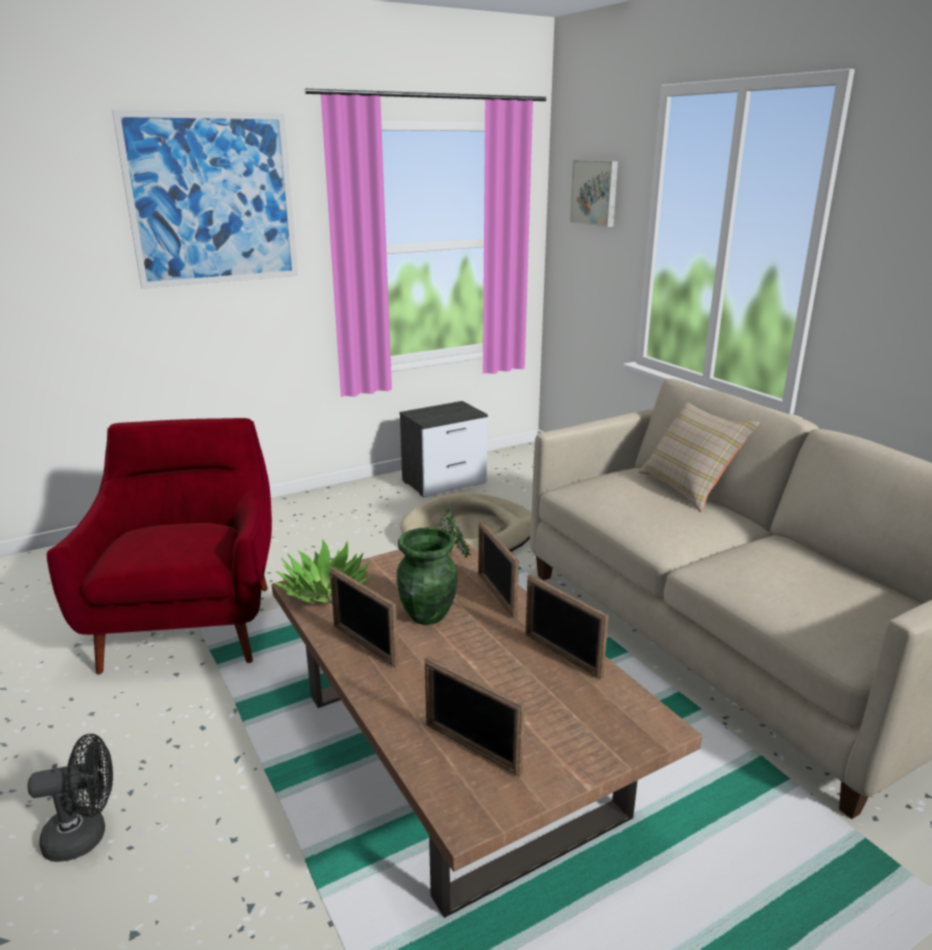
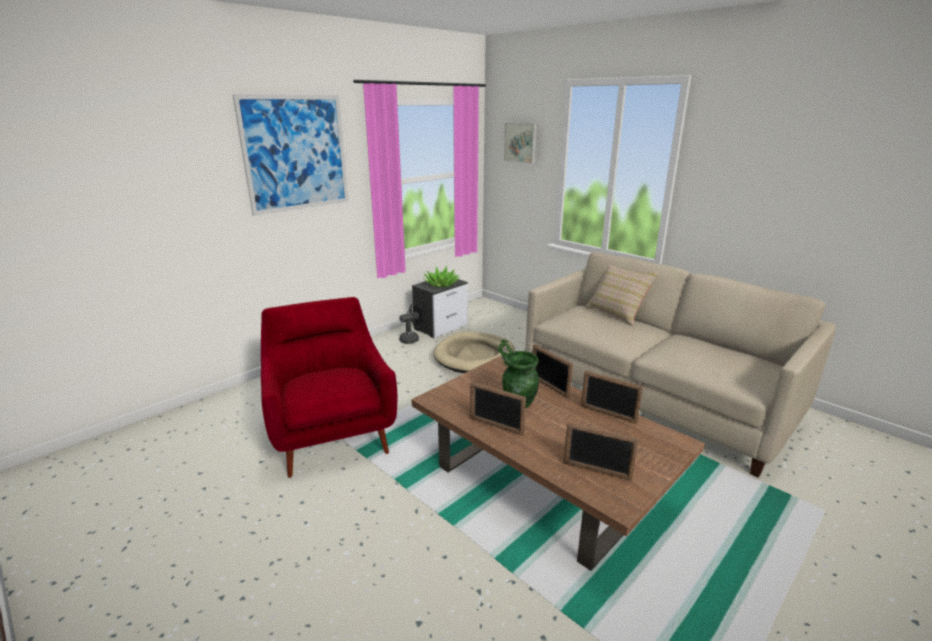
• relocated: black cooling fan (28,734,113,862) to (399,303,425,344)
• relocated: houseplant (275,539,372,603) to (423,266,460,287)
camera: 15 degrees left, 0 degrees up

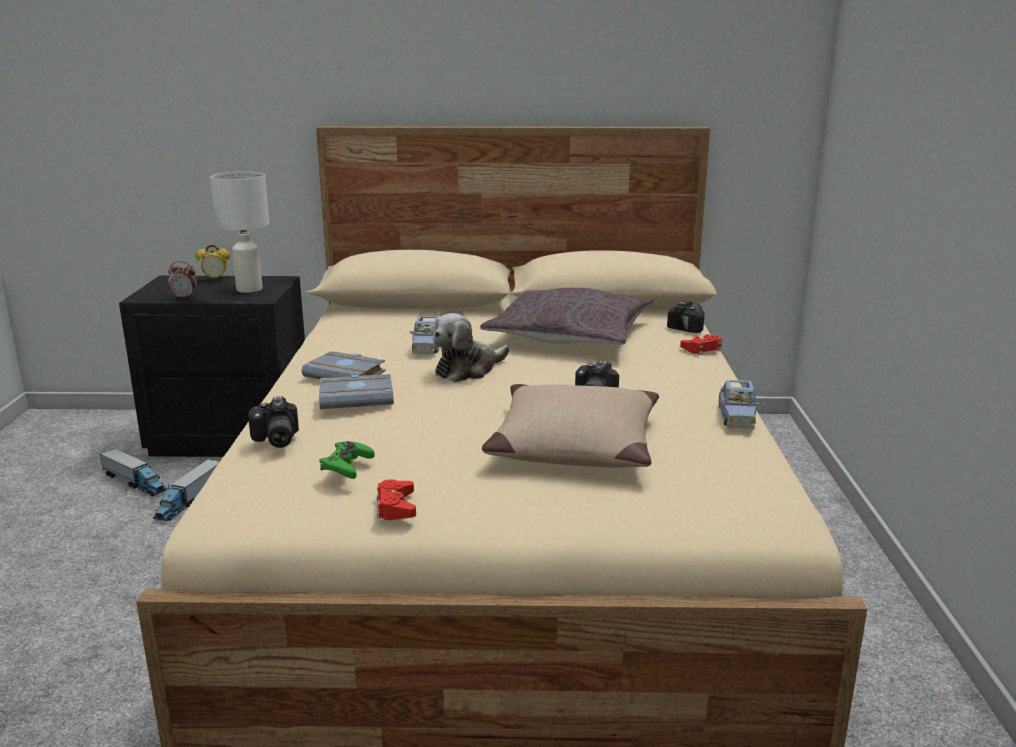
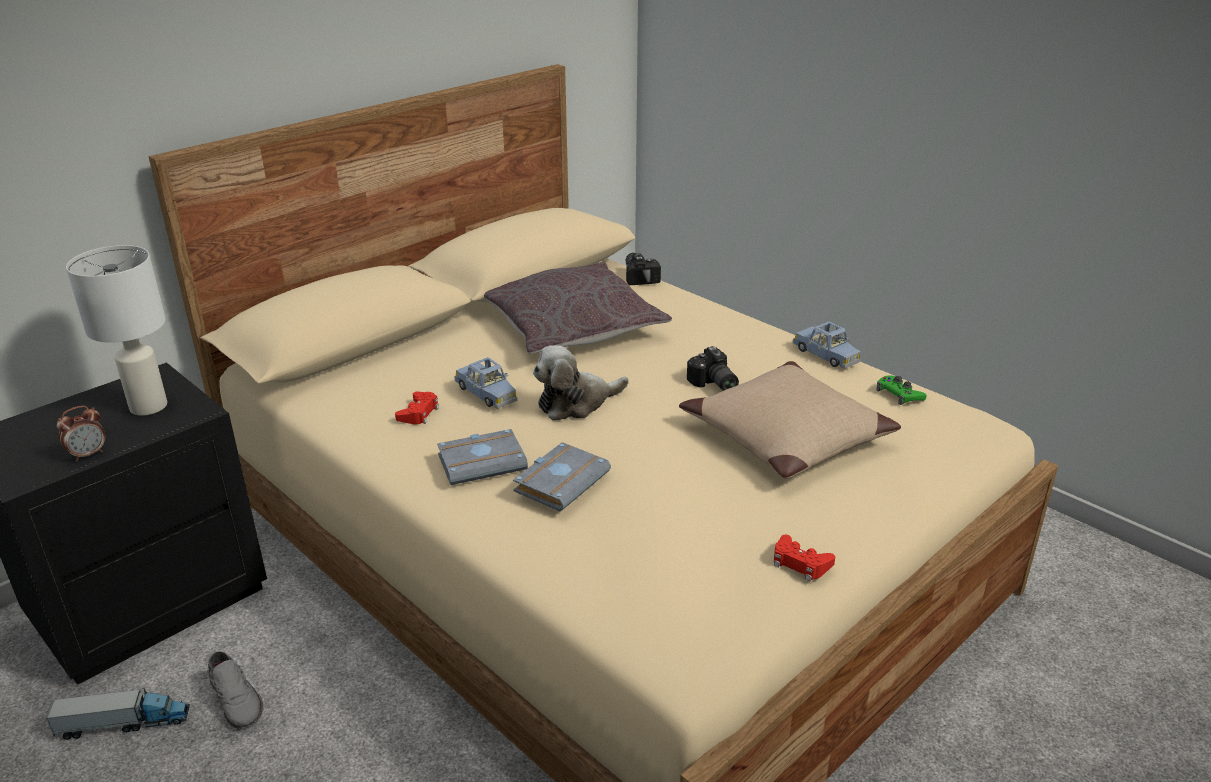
• exchanged: model truck (153,459,220,521) to grey low shoe (208,651,263,729)
• relocated: reddish joypad (680,334,722,355) to (395,392,439,425)
• spun: plush toy (433,313,509,382) = (533,345,629,421) 60 degrees clockwise
• relocated: green joypad (319,441,375,479) to (876,376,926,405)
• missing: alarm clock (195,245,230,280)
• missing: photo camera (248,396,299,448)
camera: 45 degrees left, 10 degrees up

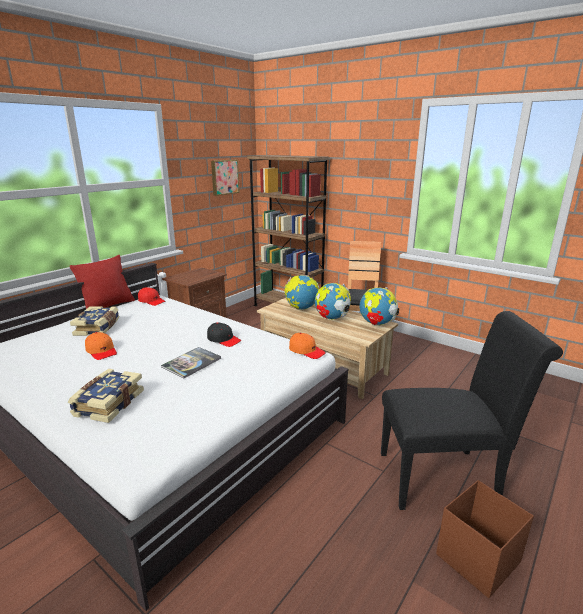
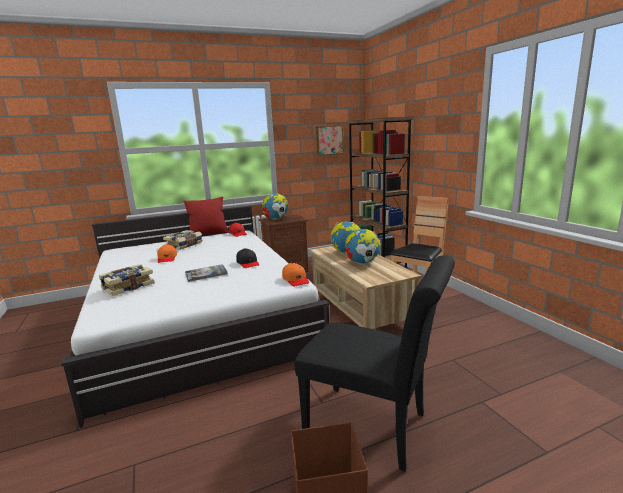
• relocated: world globe (360,287,399,326) to (262,193,288,220)
camera: 30 degrees right, 5 degrees down

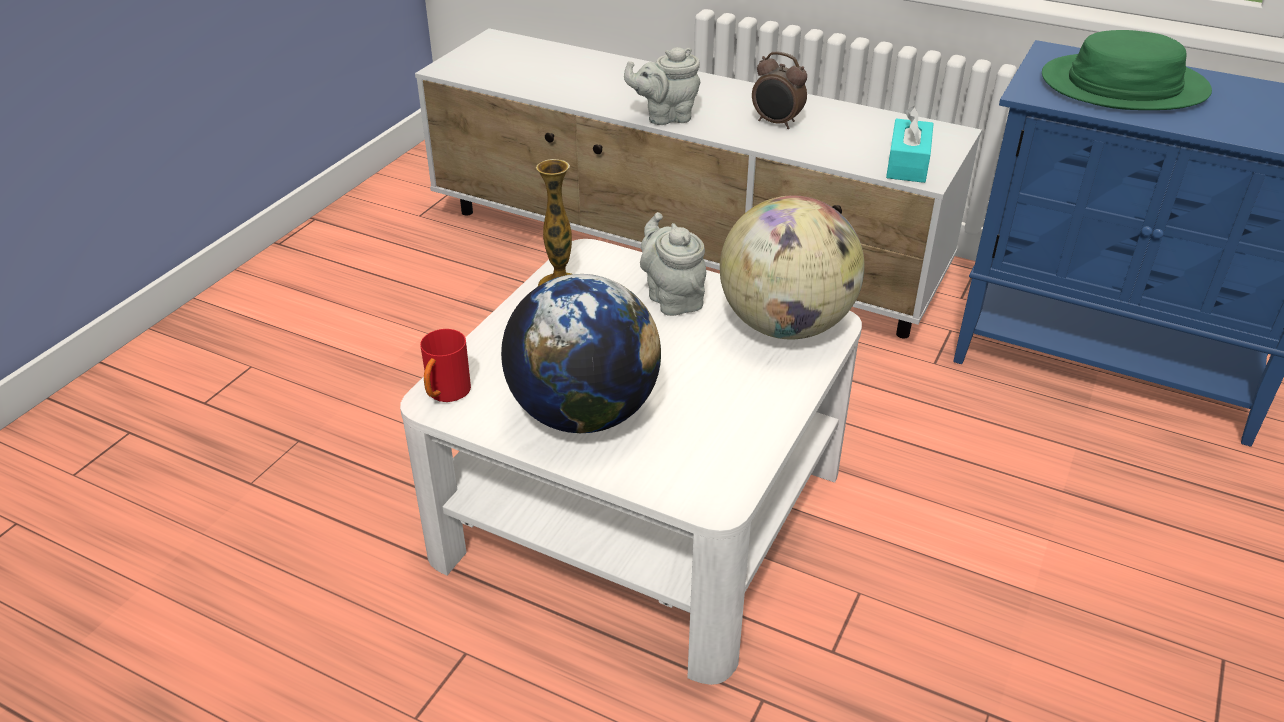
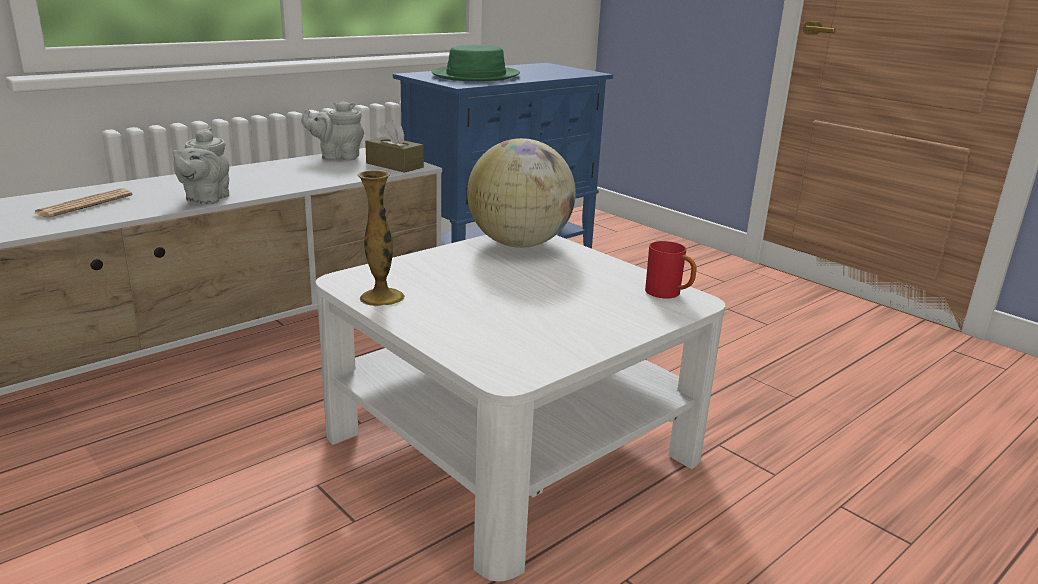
• appeared: newspaper (34,188,133,218)
• relocated: grey pot for tea (640,212,706,316) to (301,101,364,161)
• colour: turquoise tissue box (886,106,934,183) to brownish tissue box (365,120,424,173)
• relocated: reddish coffee mug (420,329,471,402) to (645,241,697,298)
• missing: world globe (501,274,661,433)
• missing: alarm clock (752,52,807,129)
camera: 70 degrees left, 15 degrees down

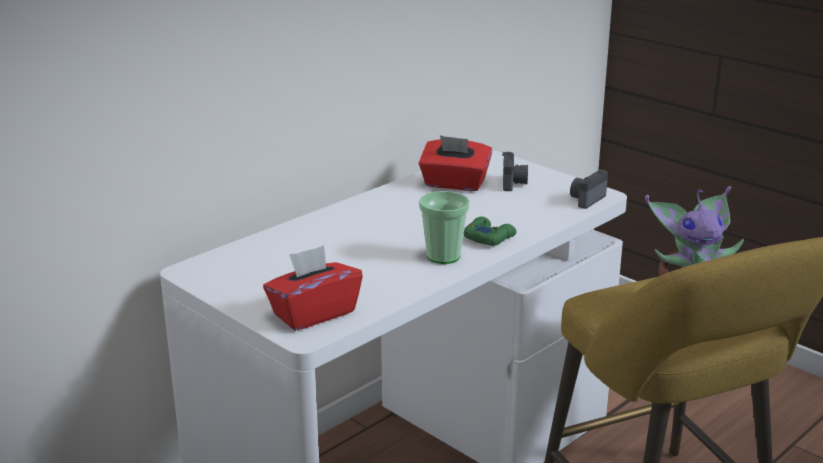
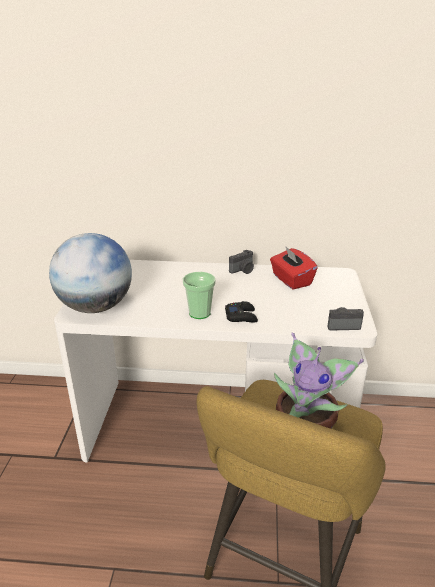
• exchanged: reddish tissue box (263,245,363,331) to world globe (49,233,132,313)
• colour: green joypad (464,217,516,246) to black joypad (225,301,258,322)
• relocated: photo camera (502,152,528,191) to (229,250,254,274)
camera: 50 degrees right, 5 degrees up

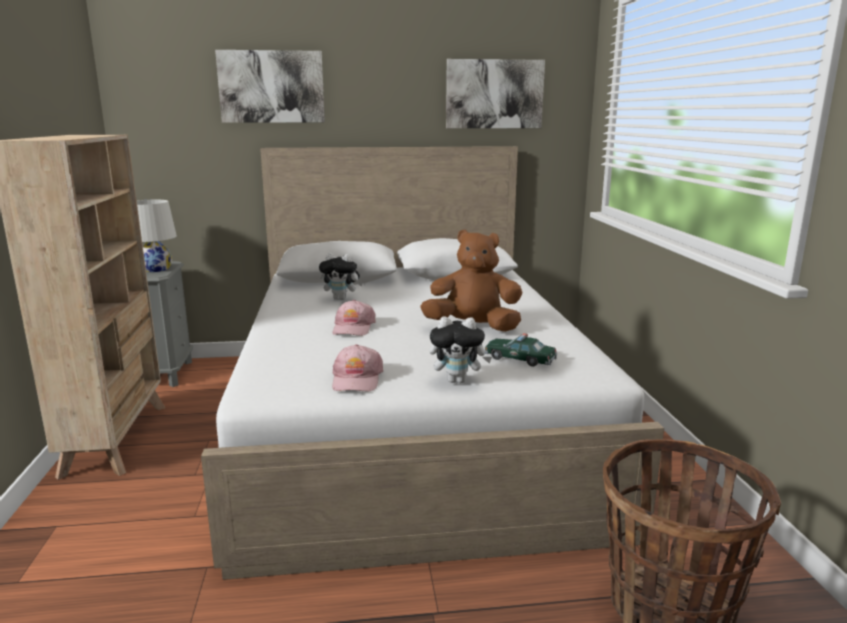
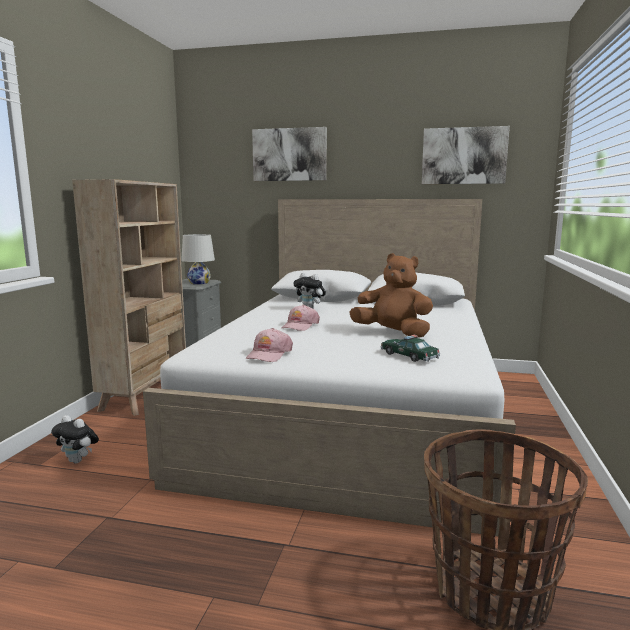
• relocated: plush toy (429,316,492,383) to (51,415,99,463)
camera: 20 degrees right, 5 degrees down

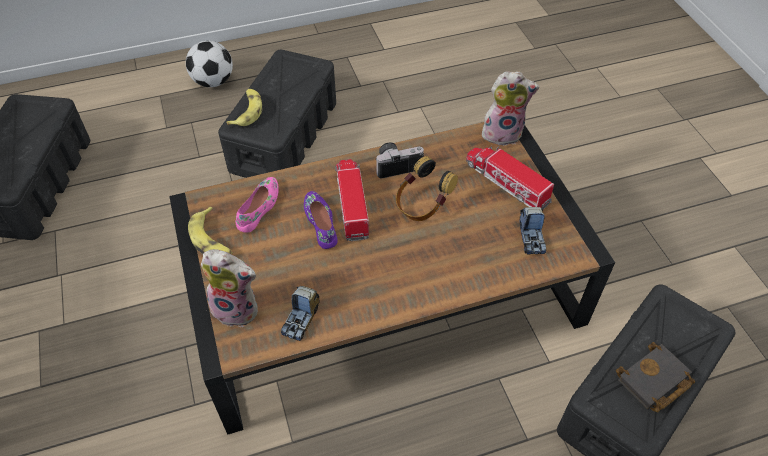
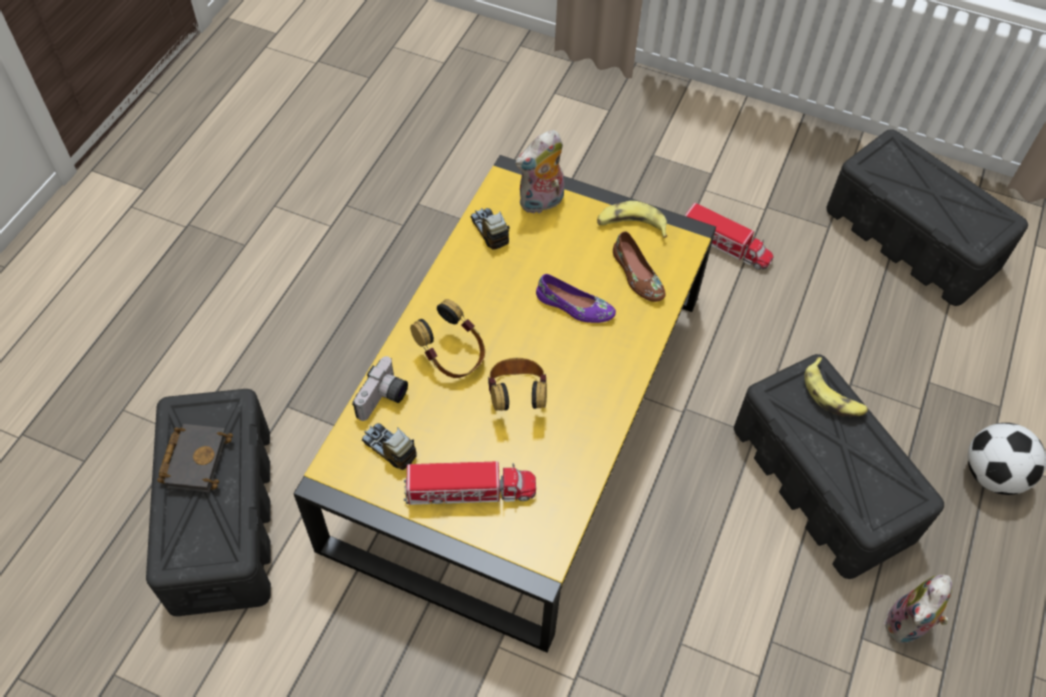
• colour: brownish coffee table (169,122,615,435) to yellow-coloured coffee table (293,155,716,653)
• relocated: photo camera (375,142,424,179) to (352,356,408,421)
• appeared: headphones (410,299,485,378)
• colour: pink-coloured low shoe (235,177,279,233) to brownish low shoe (613,231,665,302)
• relocated: model truck (335,159,369,241) to (685,203,774,270)
• relocated: plush toy (482,71,539,146) to (884,575,952,644)
camera: 130 degrees right, 5 degrees up

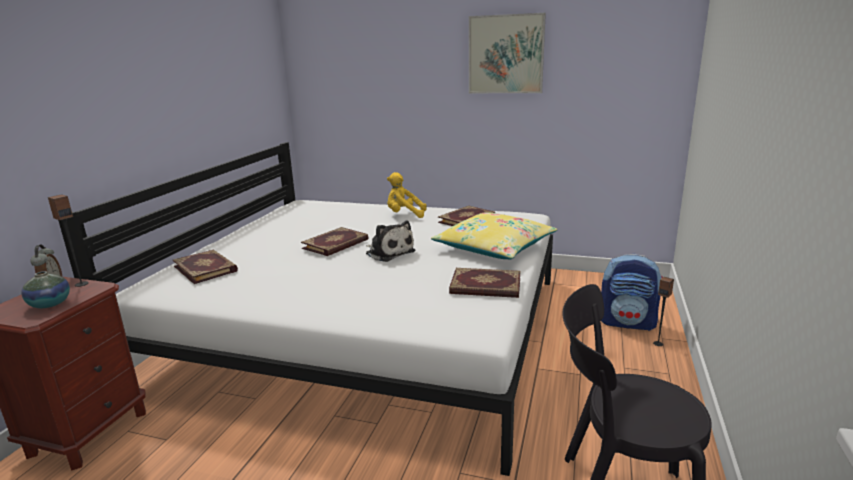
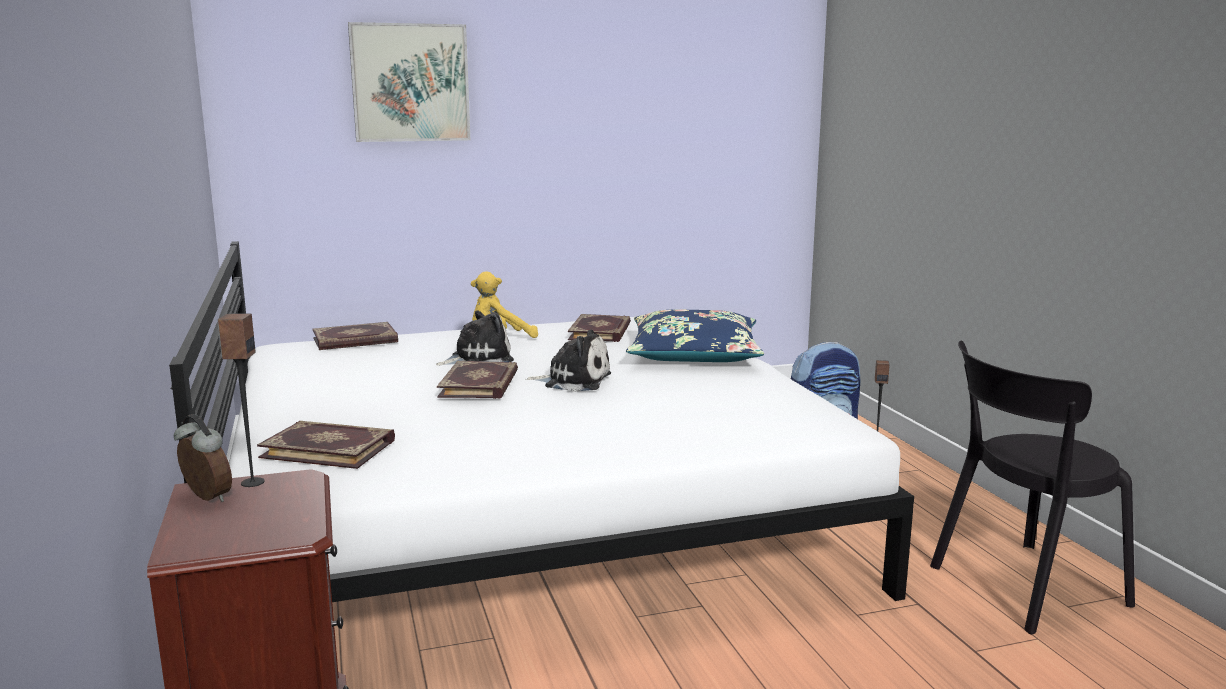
• relocated: bound book (449,268,521,298) to (313,322,398,350)
• relocated: picture (469,13,546,93) to (348,22,471,142)
• appeared: plush toy (435,311,514,366)
• colour: yellow-coloured cushion (431,212,557,259) to blue-coloured cushion (626,309,764,362)
• missing: flower vase (21,271,70,308)
camera: 35 degrees left, 5 degrees down

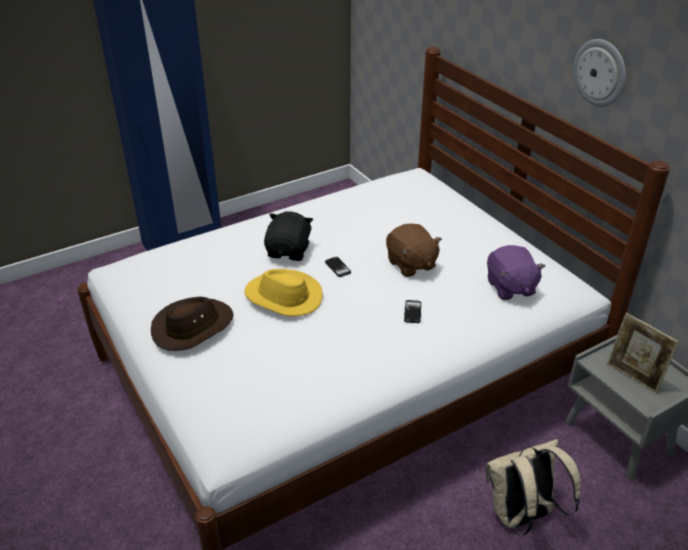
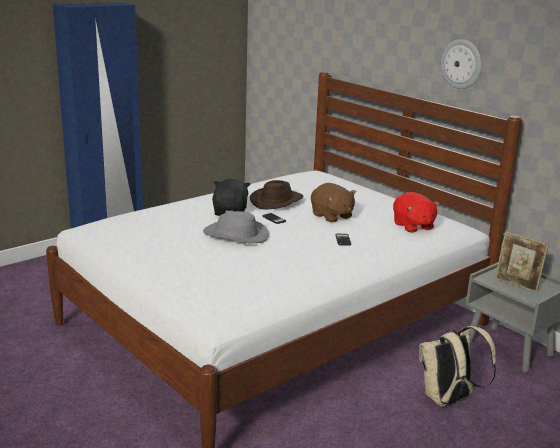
• colour: yellow-coloured clothing hat (244,269,322,316) to grey clothing hat (203,211,269,243)
• relocated: brownish clothing hat (151,297,234,351) to (250,180,303,209)
• colour: purple-coloured plush toy (487,245,545,300) to reddish plush toy (393,192,440,233)
camera: 10 degrees left, 15 degrees down

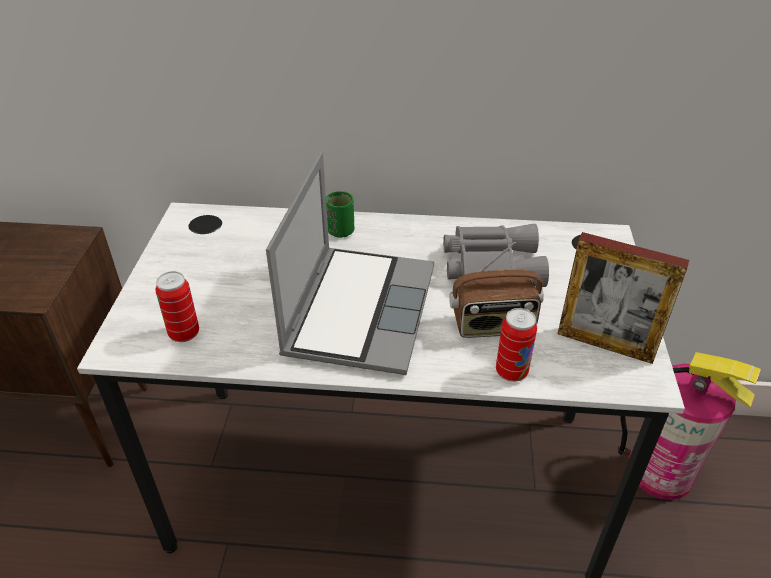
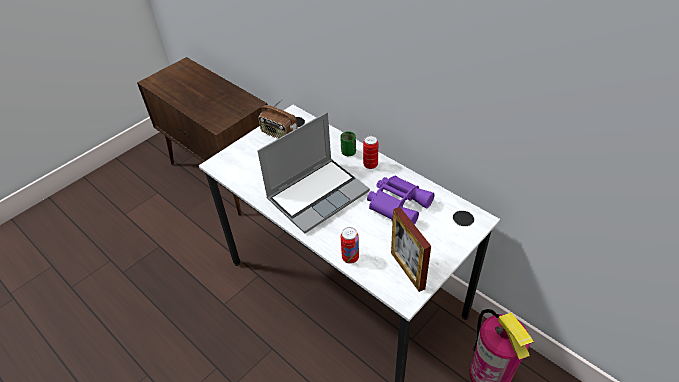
• relocated: radio set (449,242,544,338) to (258,98,298,139)
• relocated: metal can (155,271,199,342) to (363,136,378,169)
• colour: grey binoculars (443,224,549,287) to purple-coloured binoculars (367,175,435,225)
camera: 40 degrees right, 5 degrees up

